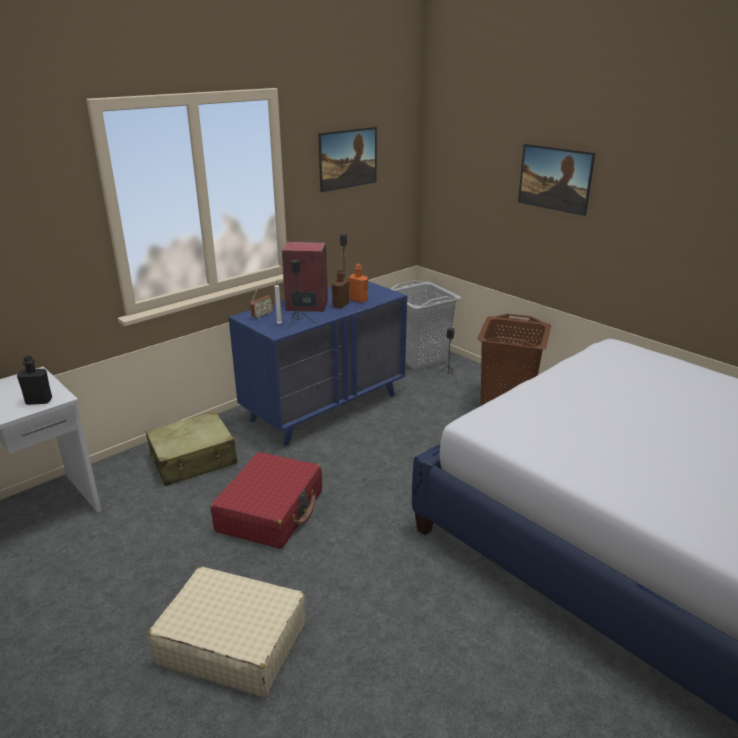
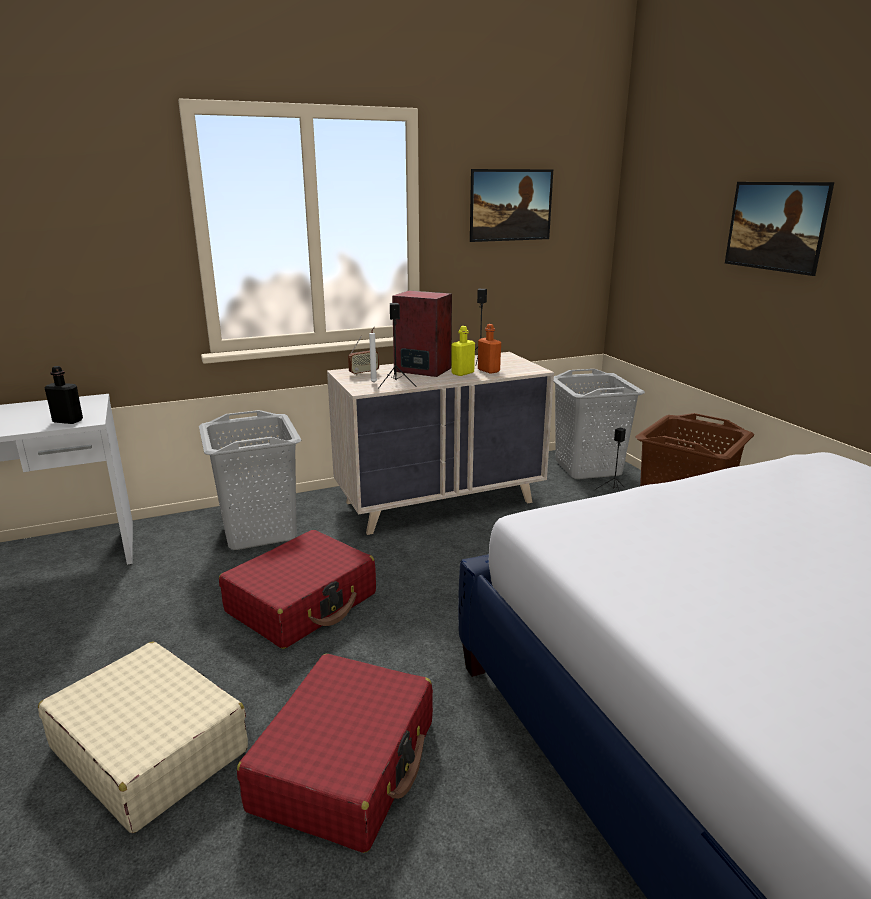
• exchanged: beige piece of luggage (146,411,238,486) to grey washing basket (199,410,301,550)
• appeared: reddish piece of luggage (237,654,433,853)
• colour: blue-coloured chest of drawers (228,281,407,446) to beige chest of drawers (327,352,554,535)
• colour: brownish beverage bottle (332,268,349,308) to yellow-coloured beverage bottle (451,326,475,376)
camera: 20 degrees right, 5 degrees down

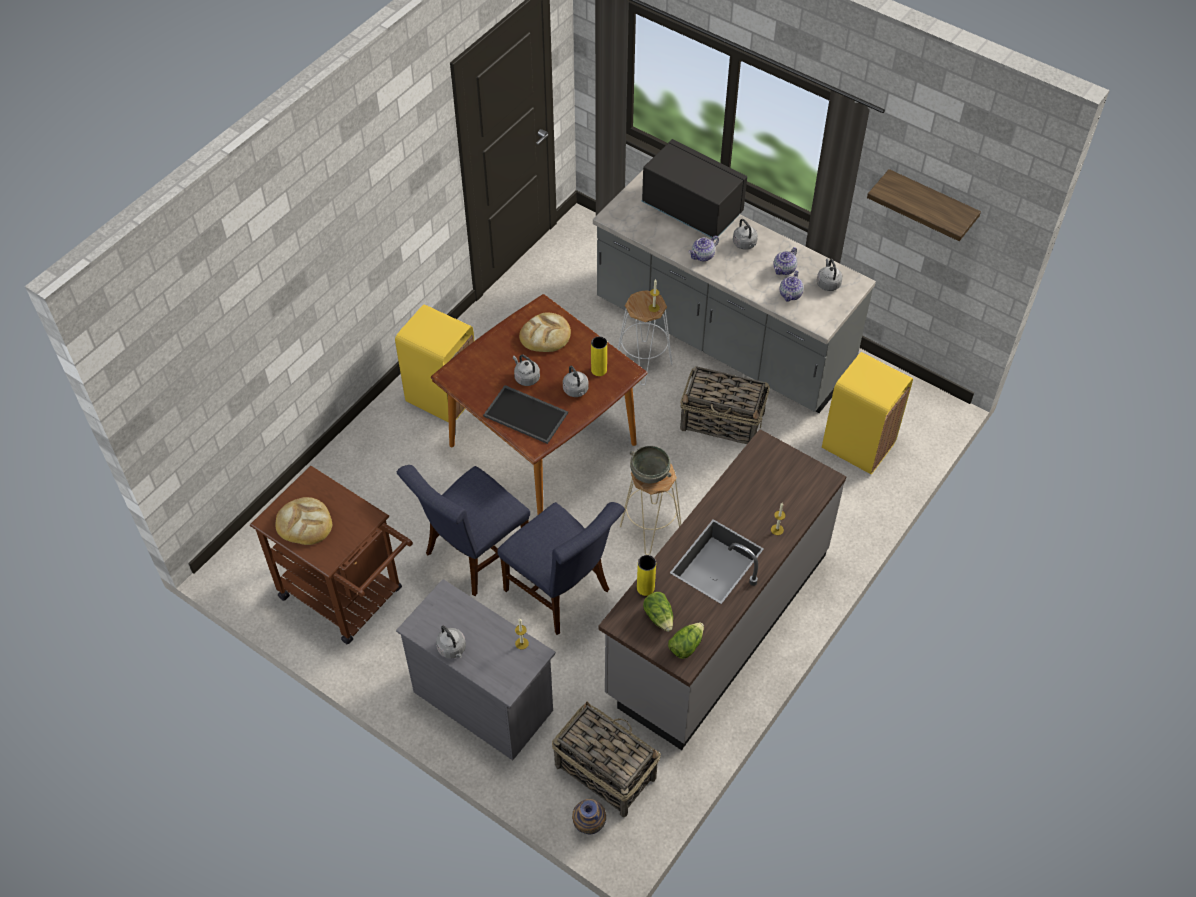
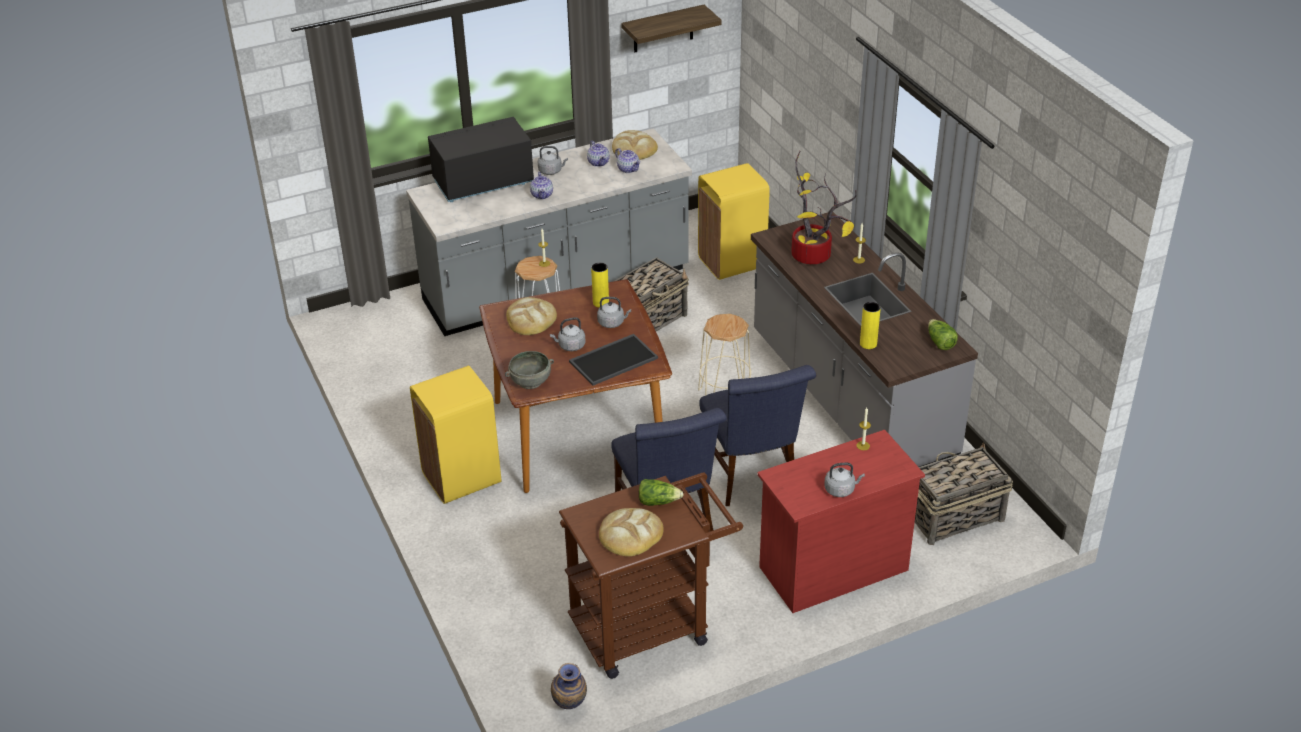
• relocated: grey deep dish (630,446,671,483) to (505,351,554,389)
• relocated: flower vase (572,799,606,835) to (551,663,587,709)
• exchanged: grey kettle (817,258,843,291) to bakery bread (612,130,658,160)
• relocated: lettuce head (643,592,673,632) to (639,479,684,506)
• spun: blue-coloured plain chair (497,502,625,635) = (699,365,816,506) 90 degrees clockwise
• colour: grey chest of drawers (396,579,556,760) to reddish chest of drawers (757,430,925,613)
• appeared: houseplant (791,151,856,264)
camera: 60 degrees left, 15 degrees down

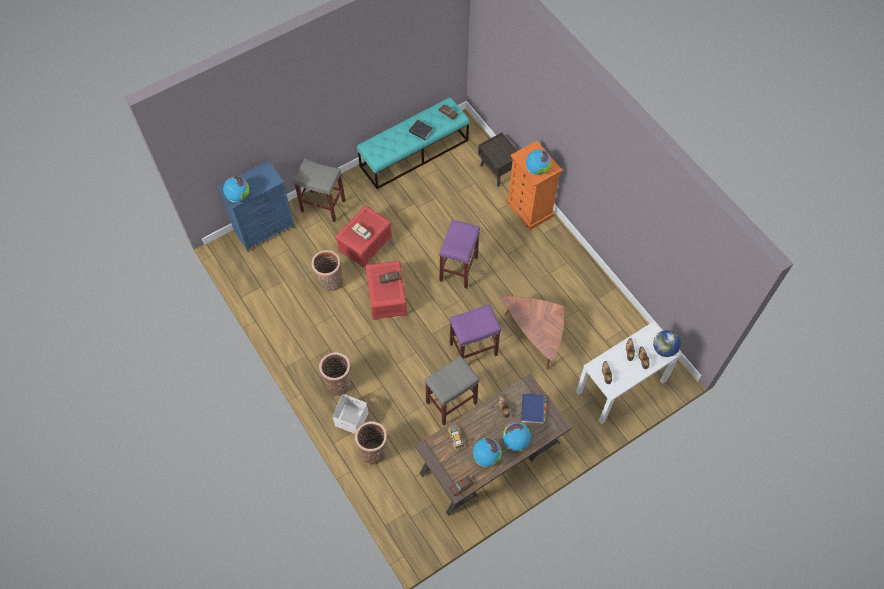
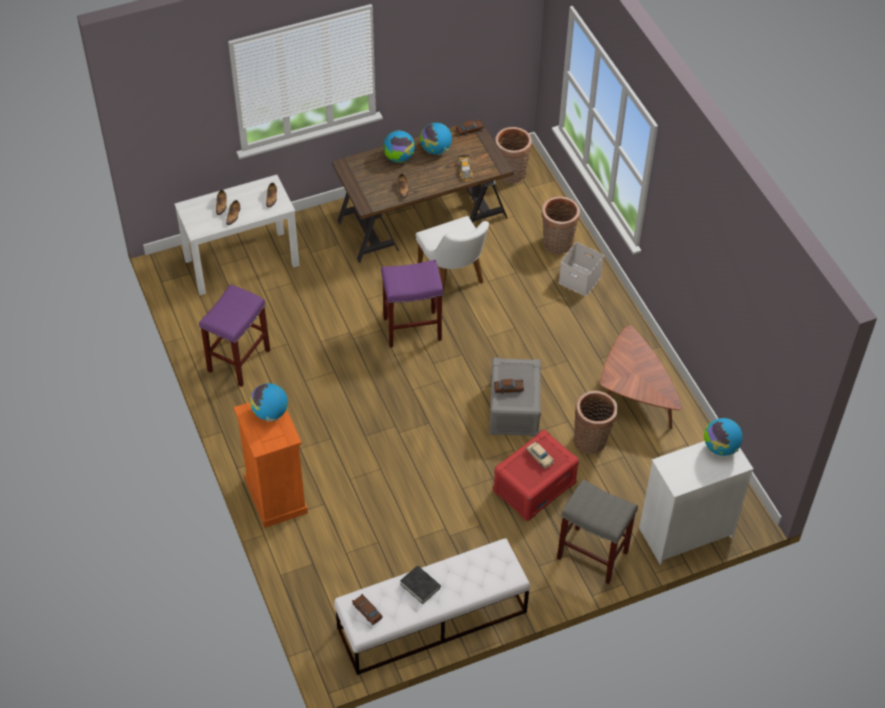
• relocated: purple-coloured stool (439,220,480,289) to (199,284,270,387)
• colour: turquoise bench (357,97,470,189) to whitish bench (334,538,530,675)
• exchanged: grey stool (424,356,479,426) to whitish plain chair (416,216,489,292)
• colour: reddish storage box (366,261,407,320) to grey storage box (489,358,541,437)
• relocated: household basket (319,352,351,396) to (495,127,532,184)
• relocated: brownish coffee table (503,296,564,369) to (600,325,683,429)
• colour: blue-coloured chest of drawers (217,160,295,252) to whitish chest of drawers (639,441,754,565)
• missing: brownish bedside table (478,132,518,187)
• missing: blue-coloured bound book (521,393,546,424)
• missing: world globe (653,330,681,357)
camera: 170 degrees left, 10 degrees down

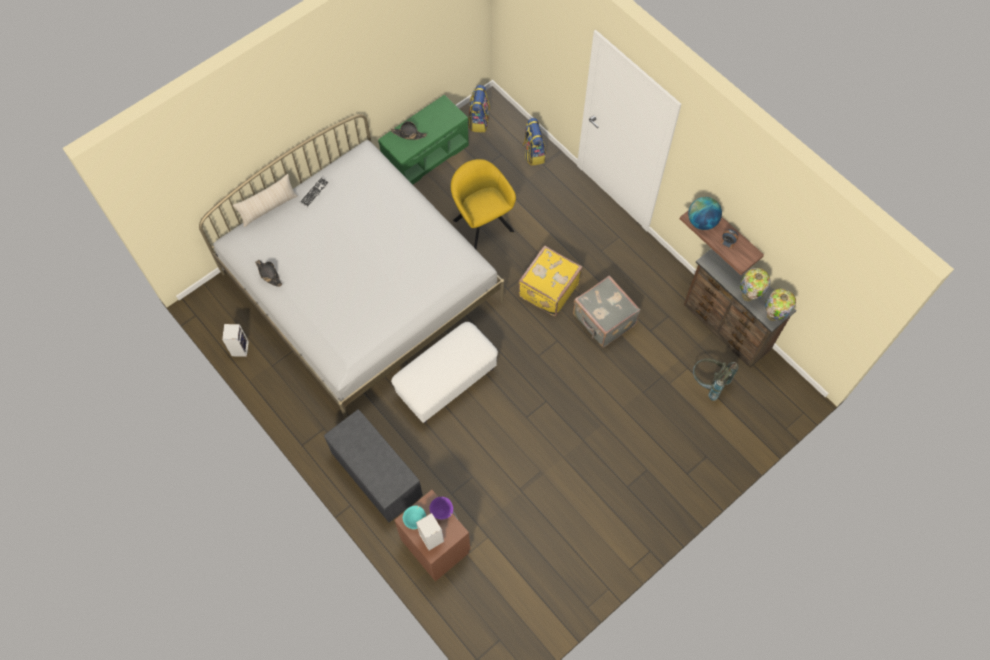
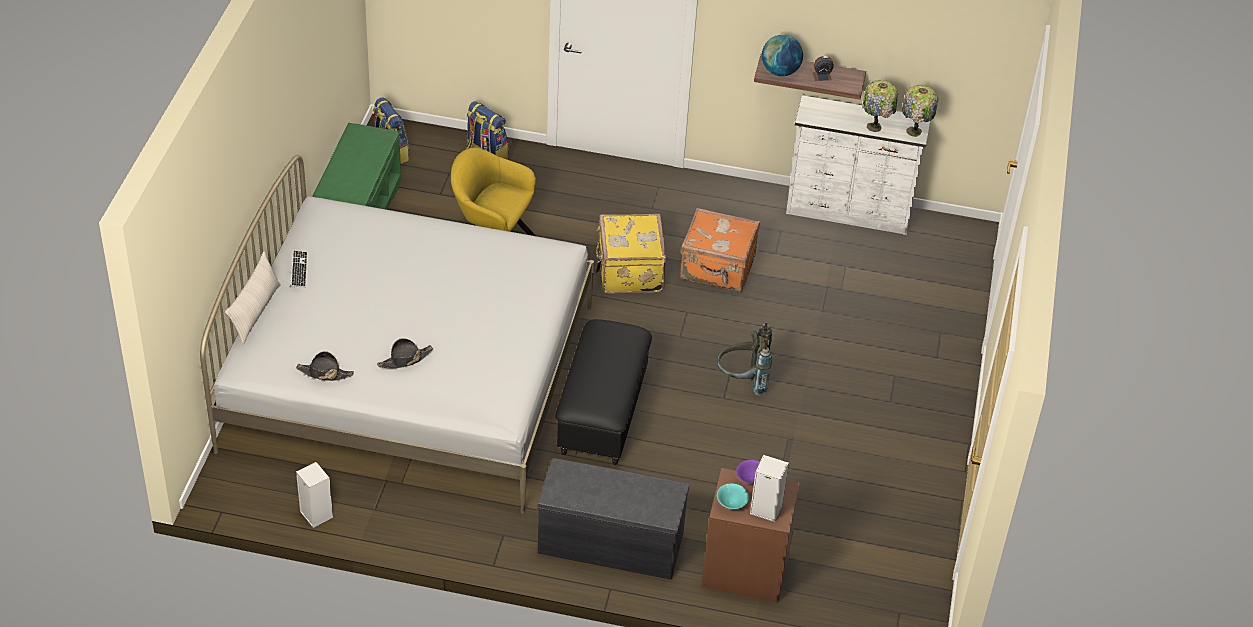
• relocated: black clothing hat (391,121,427,140) to (377,338,433,368)
• colour: whitish pouffe (391,322,498,423) to black pouffe (555,319,652,465)
• colour: grey piece of luggage (573,276,640,348) to orange piece of luggage (680,208,760,293)
• relocated: grey backpack (693,359,738,401) to (717,323,772,396)
• colour: brownish chest of drawers (684,248,797,368) to whitish chest of drawers (786,95,930,235)
camera: 40 degrees left, 20 degrees down

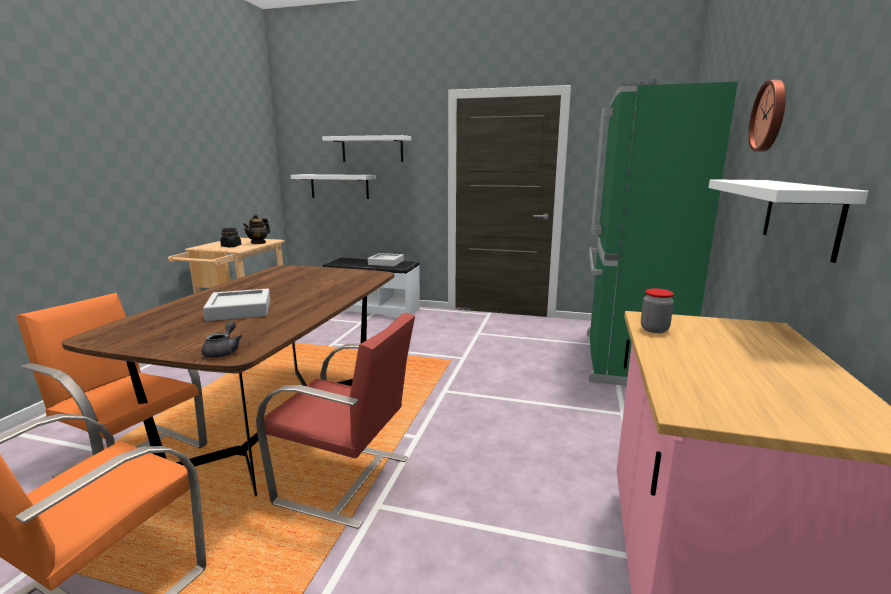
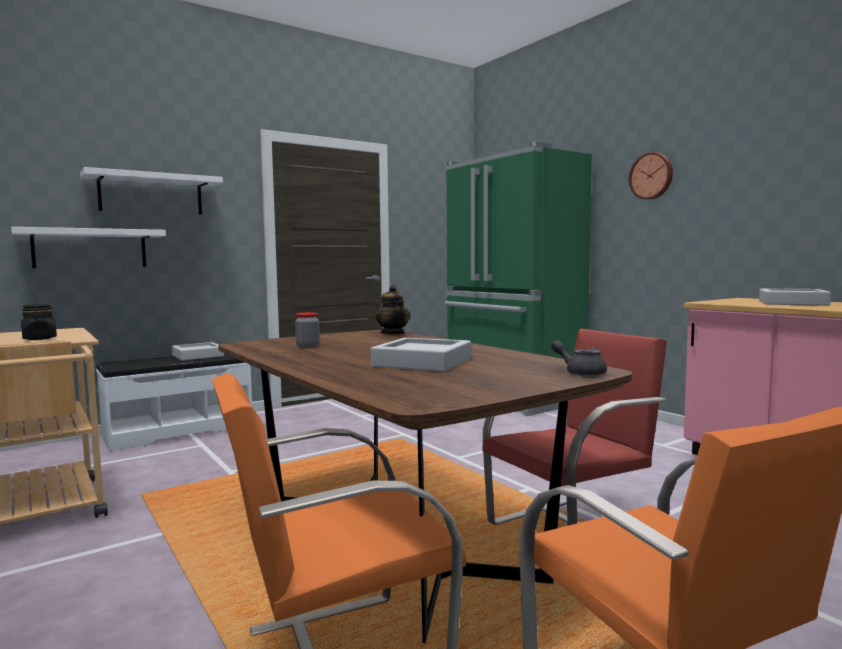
• relocated: storage jar (641,288,674,333) to (295,312,320,349)
• relocated: pot for tea (243,214,270,244) to (375,285,411,335)
• appeared: grey tray (759,288,831,306)
• missing: whitish shelf (708,179,869,263)
camera: 50 degrees left, 10 degrees down

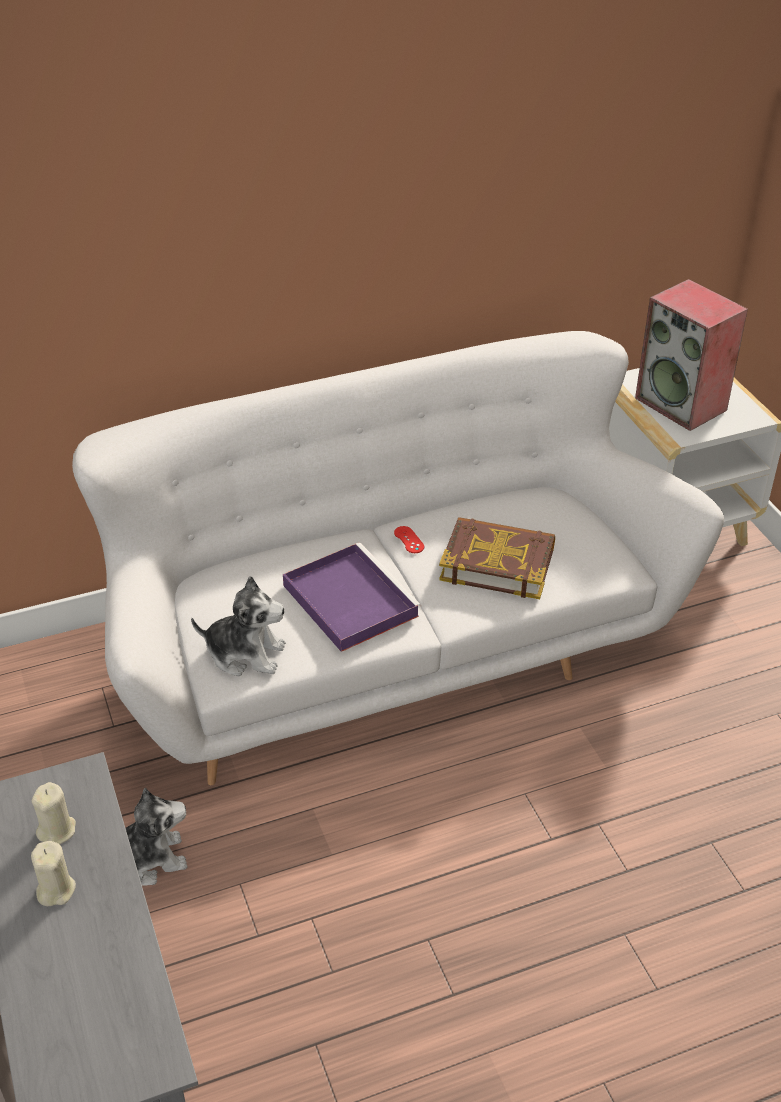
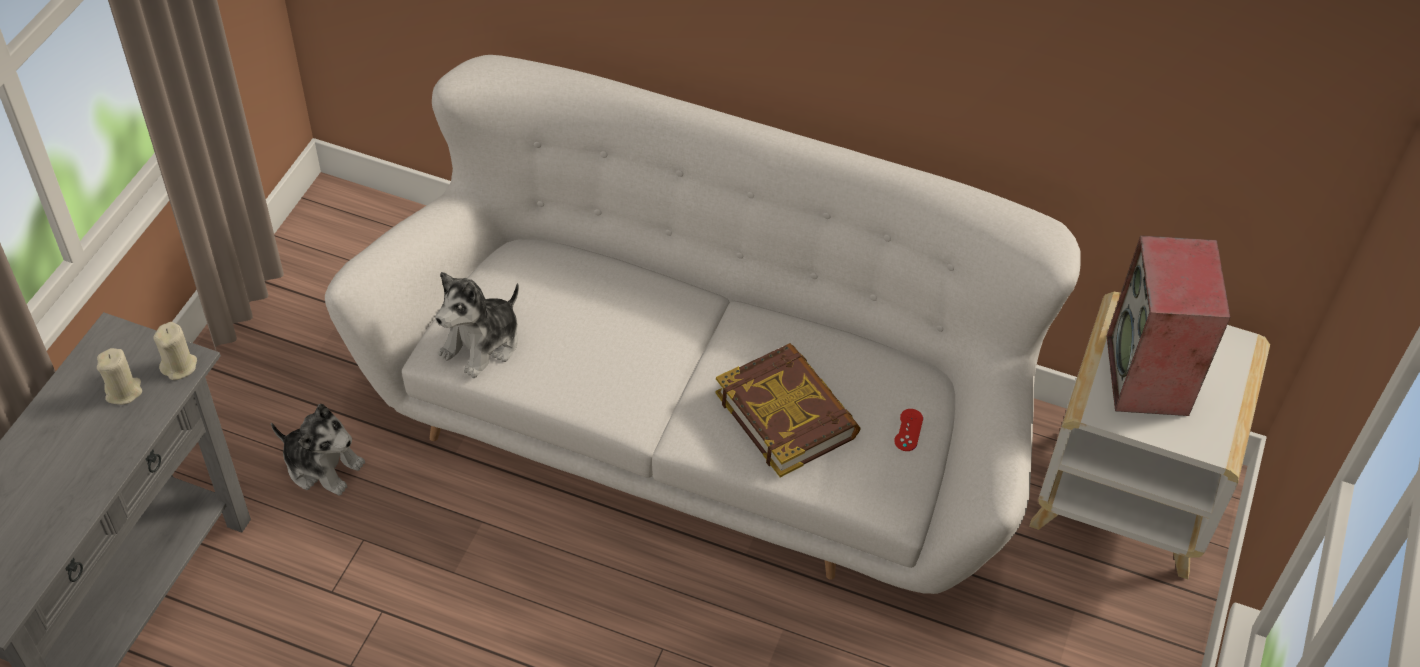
• relocated: beige wax light (31,841,76,906) to (153,322,197,380)
• spun: plush toy (191,576,286,676) = (435,272,519,378) 75 degrees clockwise
• relocated: reddish joypad (394,526,424,553) to (894,409,923,451)
• missing: purple-coloured tray (283,543,421,652)
camera: 40 degrees right, 10 degrees up

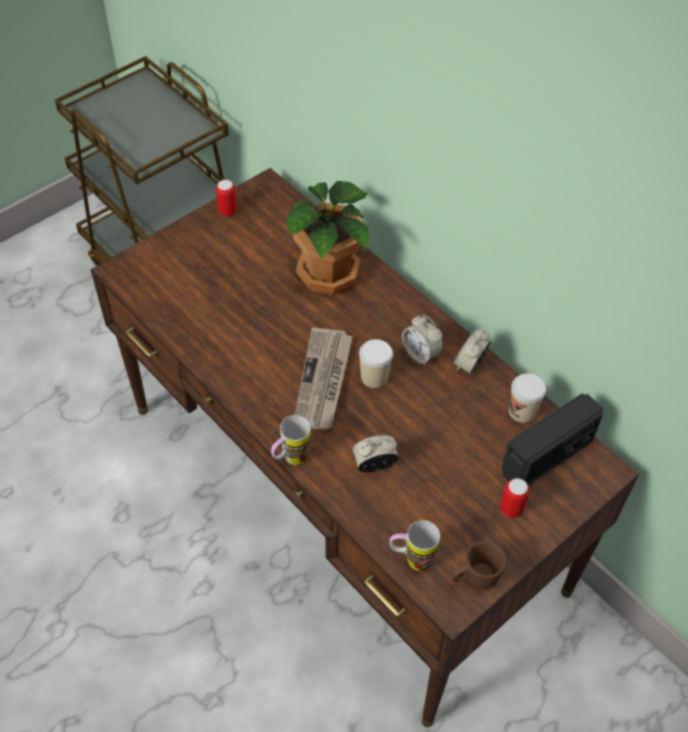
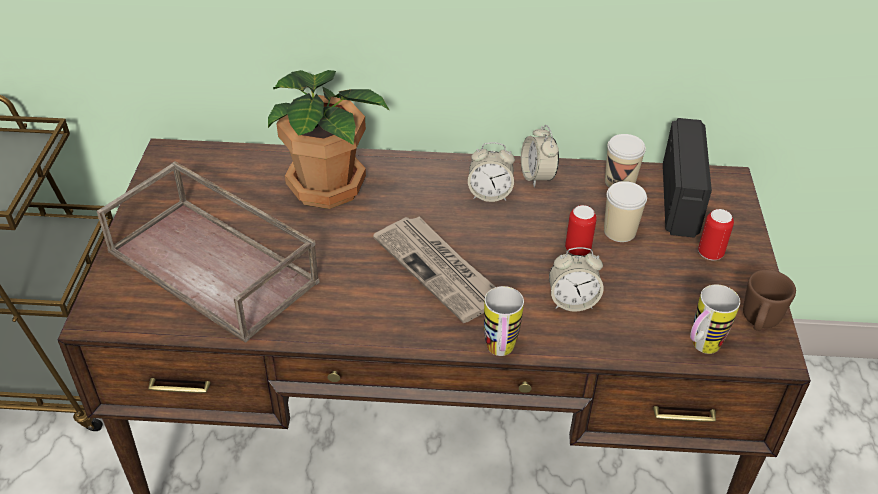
• appeared: brownish tray (97,161,320,343)
• spun: alarm clock (352,435,399,472) = (549,247,604,312) 120 degrees counterclockwise
• relocated: metal can (216,180,237,217) to (565,205,597,256)
• relocated: cup (359,339,393,388) to (604,181,647,242)
camera: 45 degrees left, 10 degrees down

